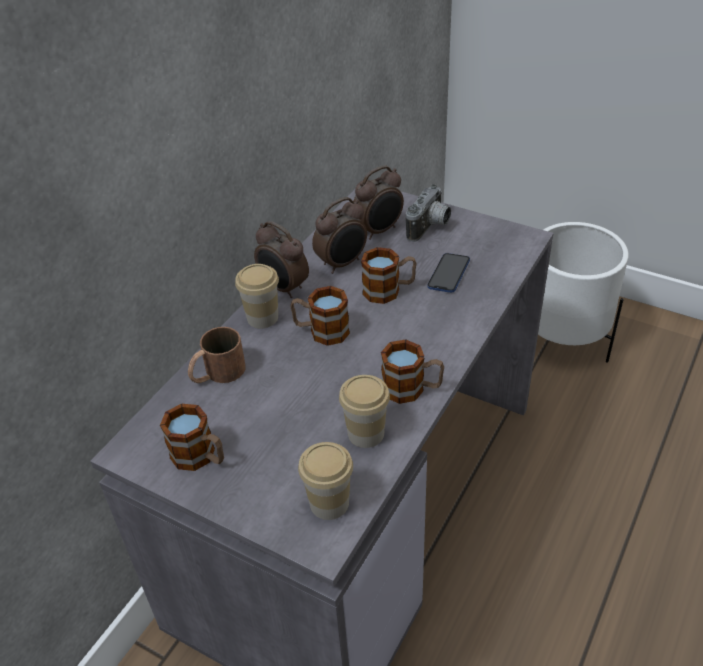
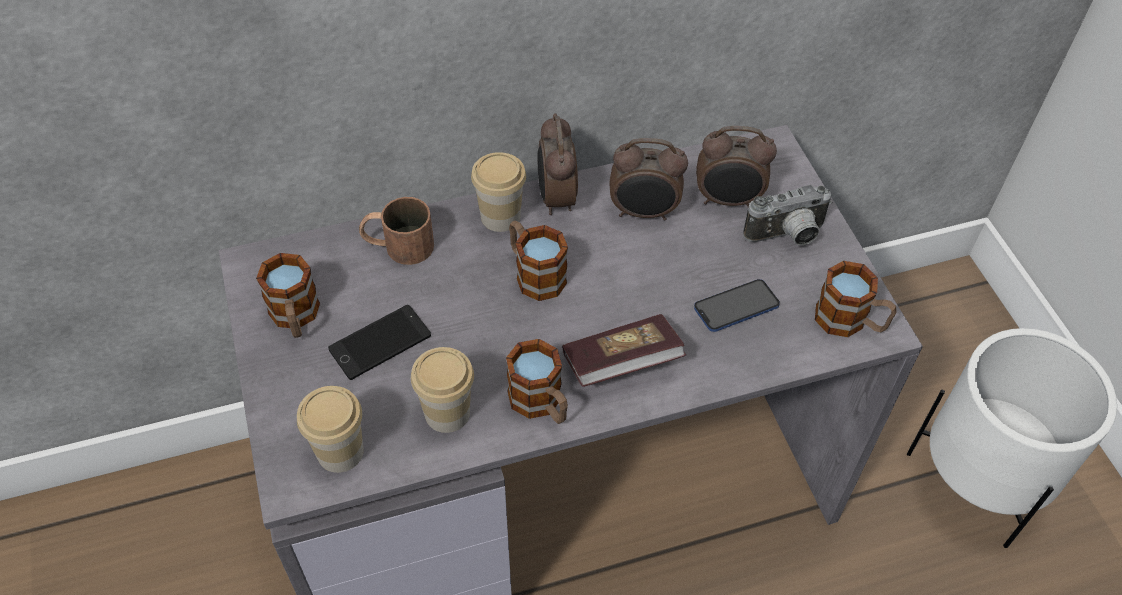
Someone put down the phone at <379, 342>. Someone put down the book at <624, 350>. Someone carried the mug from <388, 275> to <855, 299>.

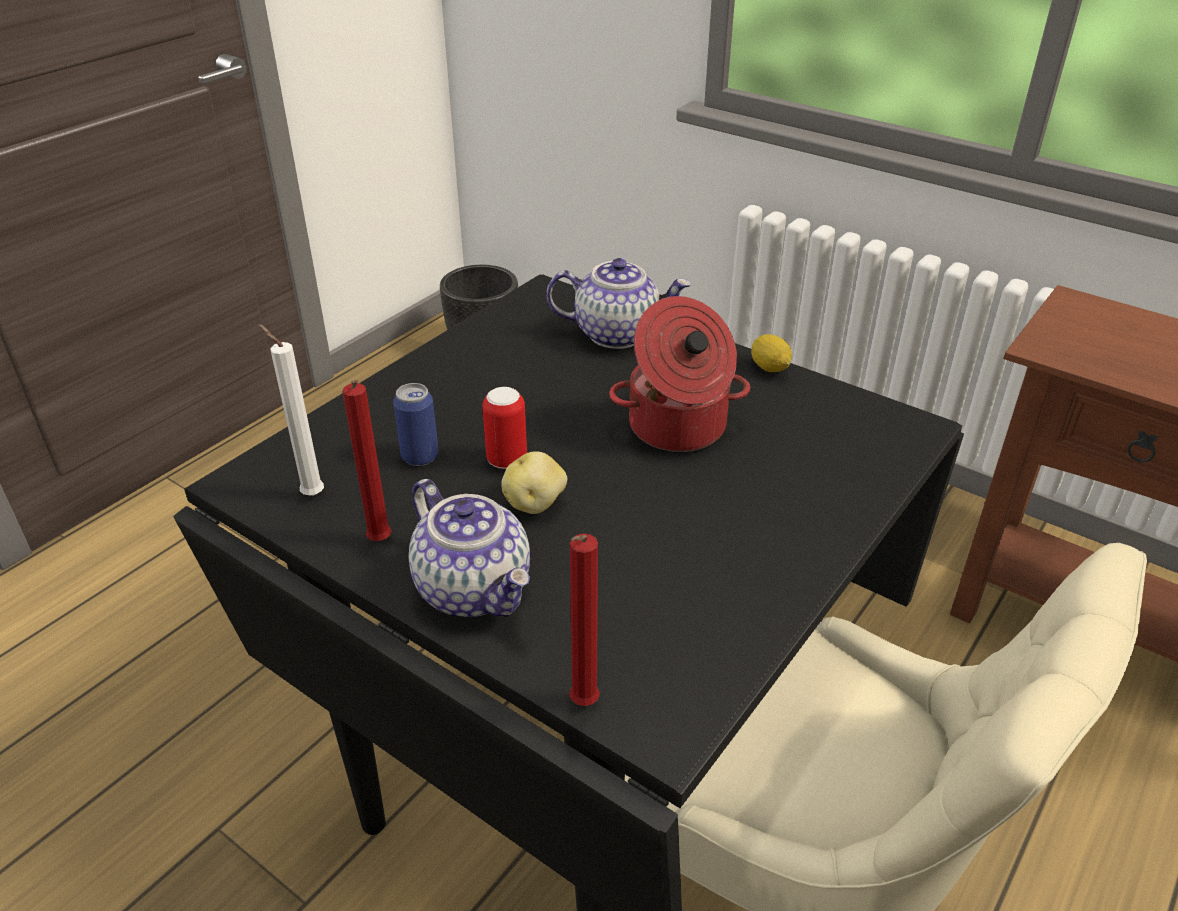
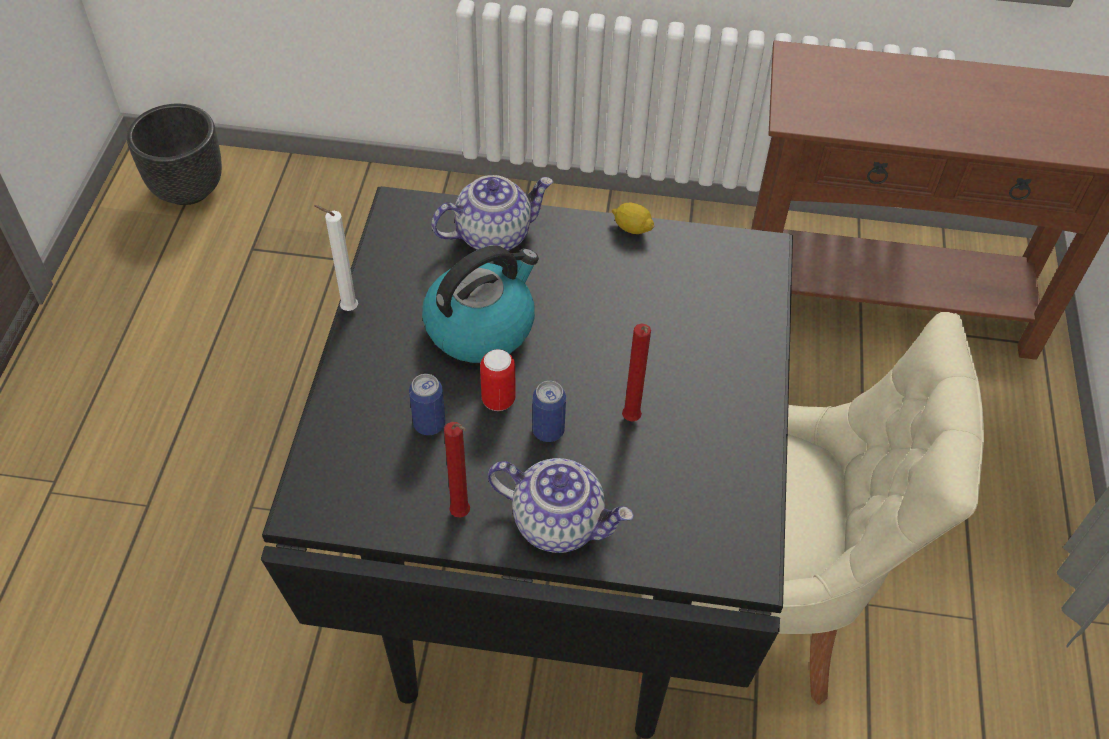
Someone took away the cooking pot at <679, 374>. Someone put down the kettle at <480, 304>. Someone carried the white candle from <291, 410> to <336, 258>. Someone carried the red candle from <584, 619> to <636, 373>. Someone swapped the potato at <534, 482> for the can at <549, 411>.

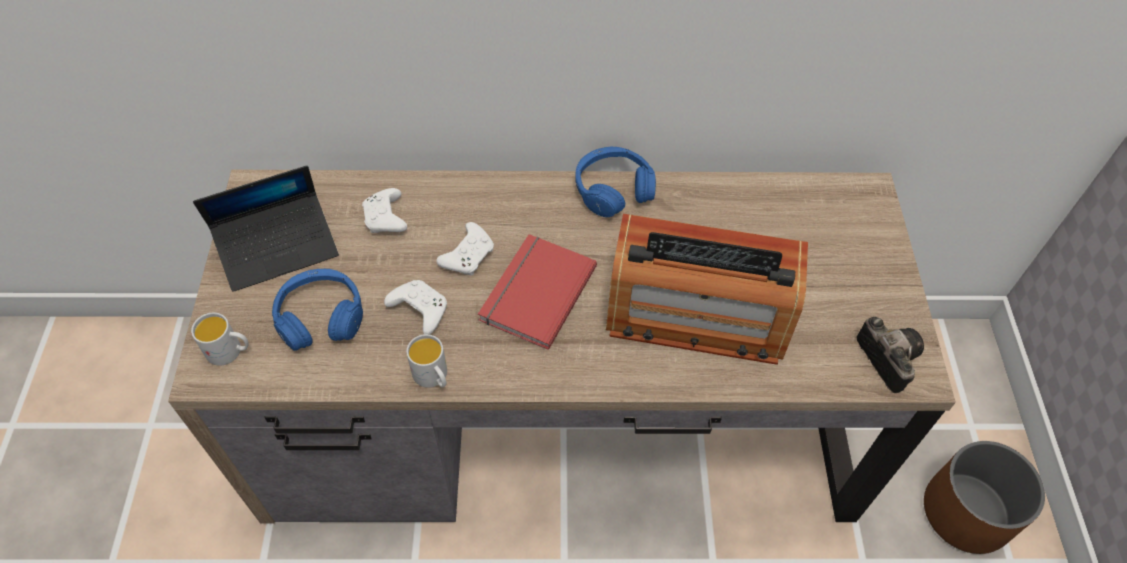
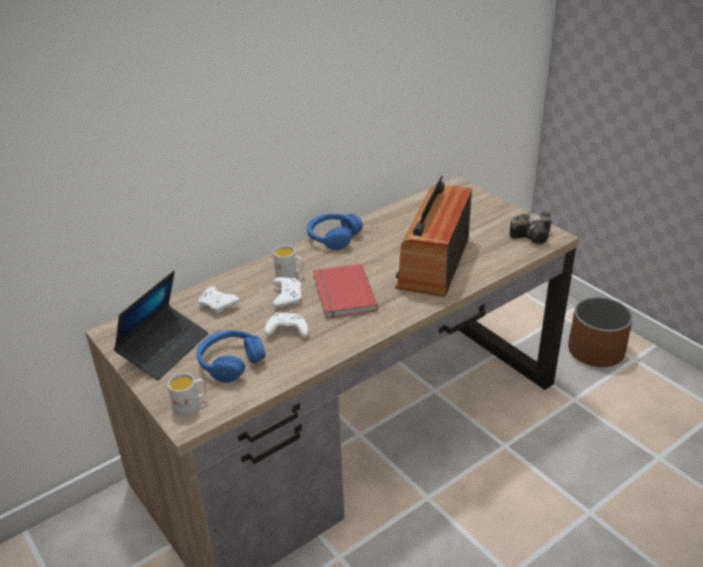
Someone carried the white mug from <426, 361> to <288, 262>. Someone rotated the radio at <707, 289> by 135 degrees clockwise. Someone rotated the photo camera at <890, 355> by 135 degrees clockwise.

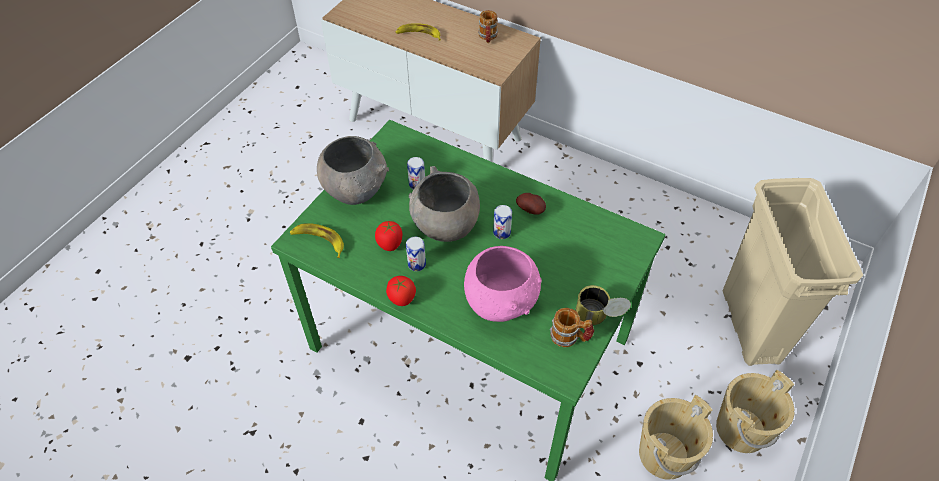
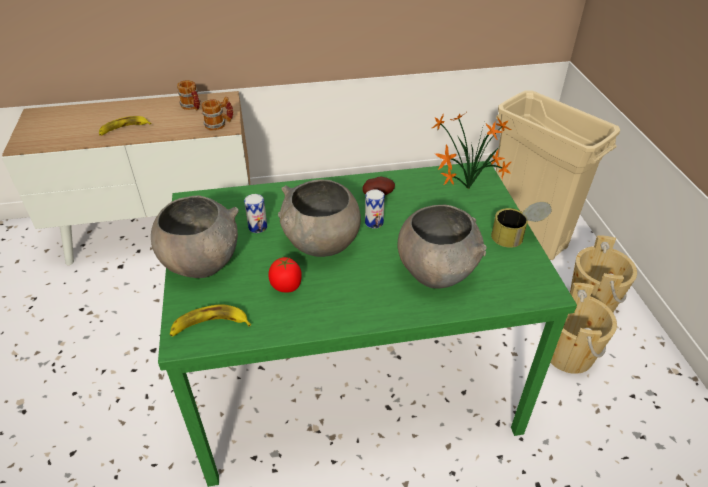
Someone took away the tomato at <401, 291>. Someone took away the can at <416, 254>. Someone put down the potted plant at <472, 150>. Someone carried the mug from <572, 327> to <217, 113>. Someone repainted the pink bowl at <503, 284>, which became the grey bowl at <442, 246>.

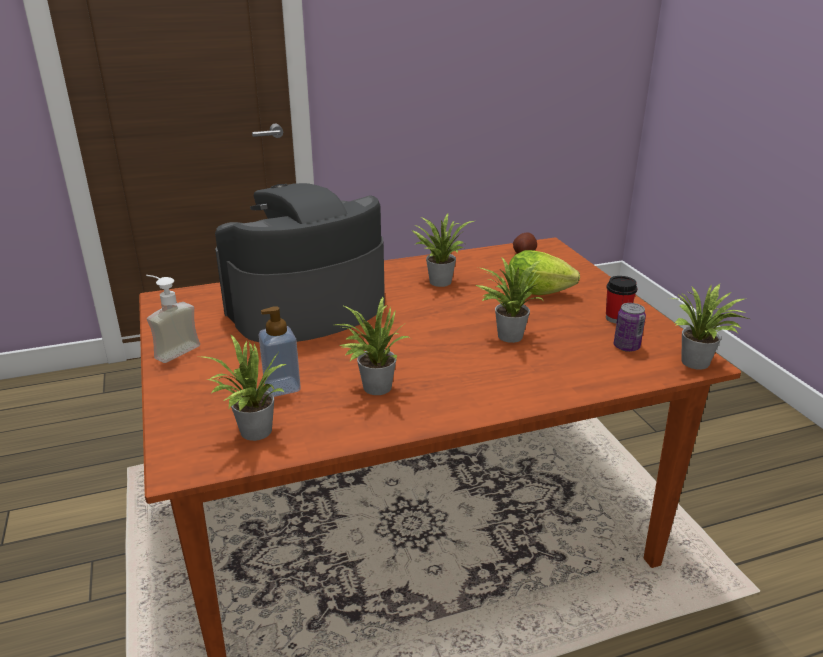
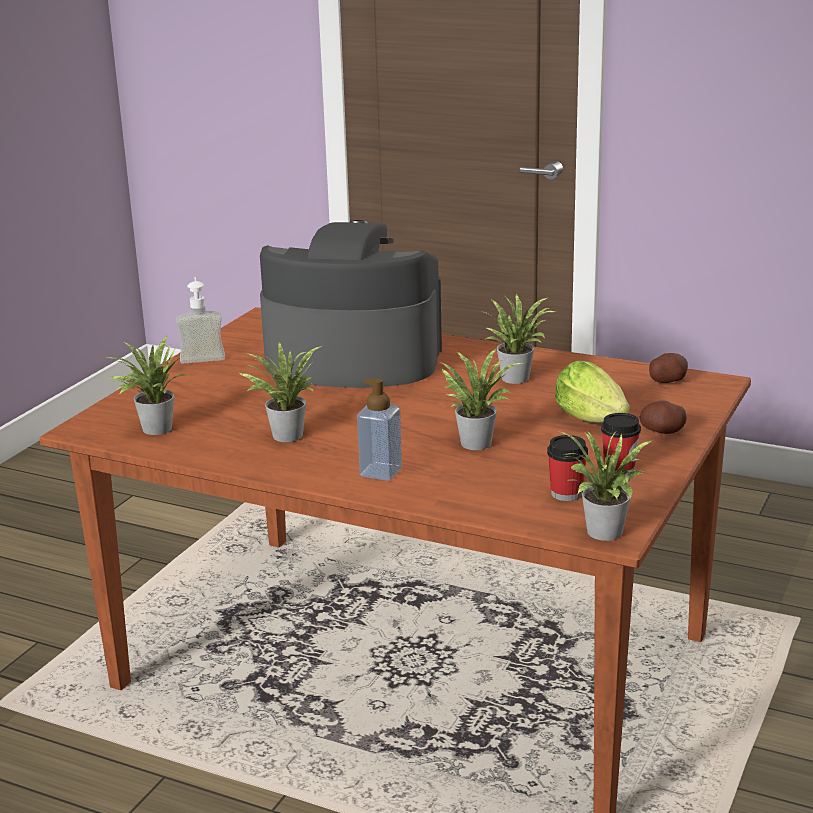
Someone put down the potato at <663, 417>. Someone carried the soap dispenser from <280, 351> to <379, 429>. Someone swapped the can at <630, 327> for the cup at <567, 468>.

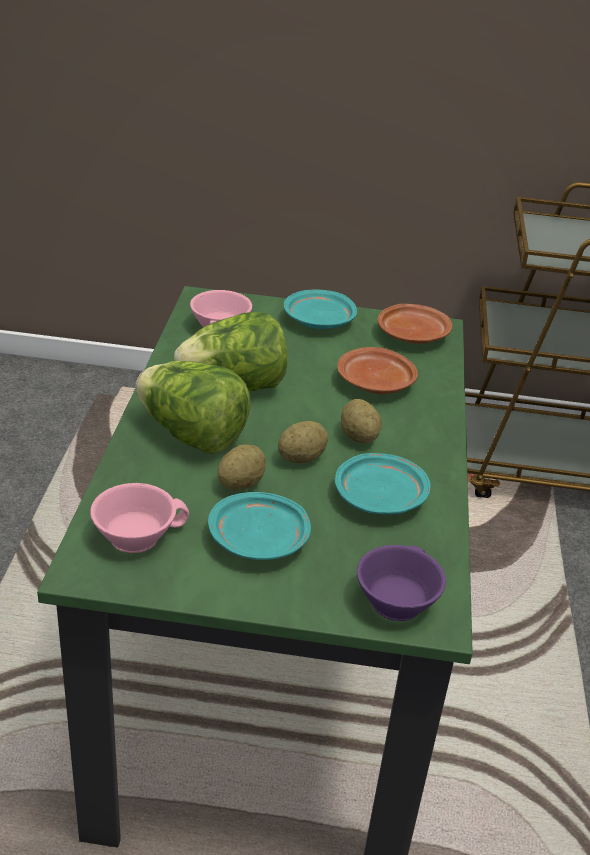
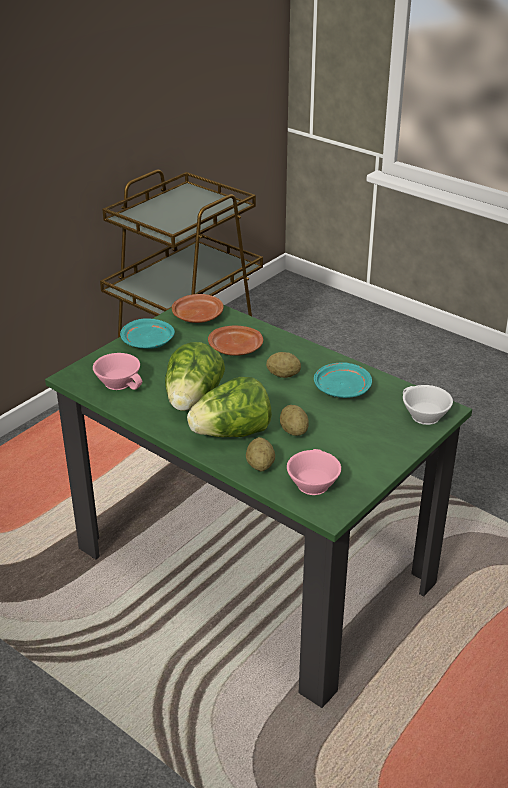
Someone took away the turquoise plate at <259, 526>. Someone carried the potato from <303, 442> to <260, 454>. Someone repainted the purple cup at <401, 583>, which became the white cup at <428, 405>.

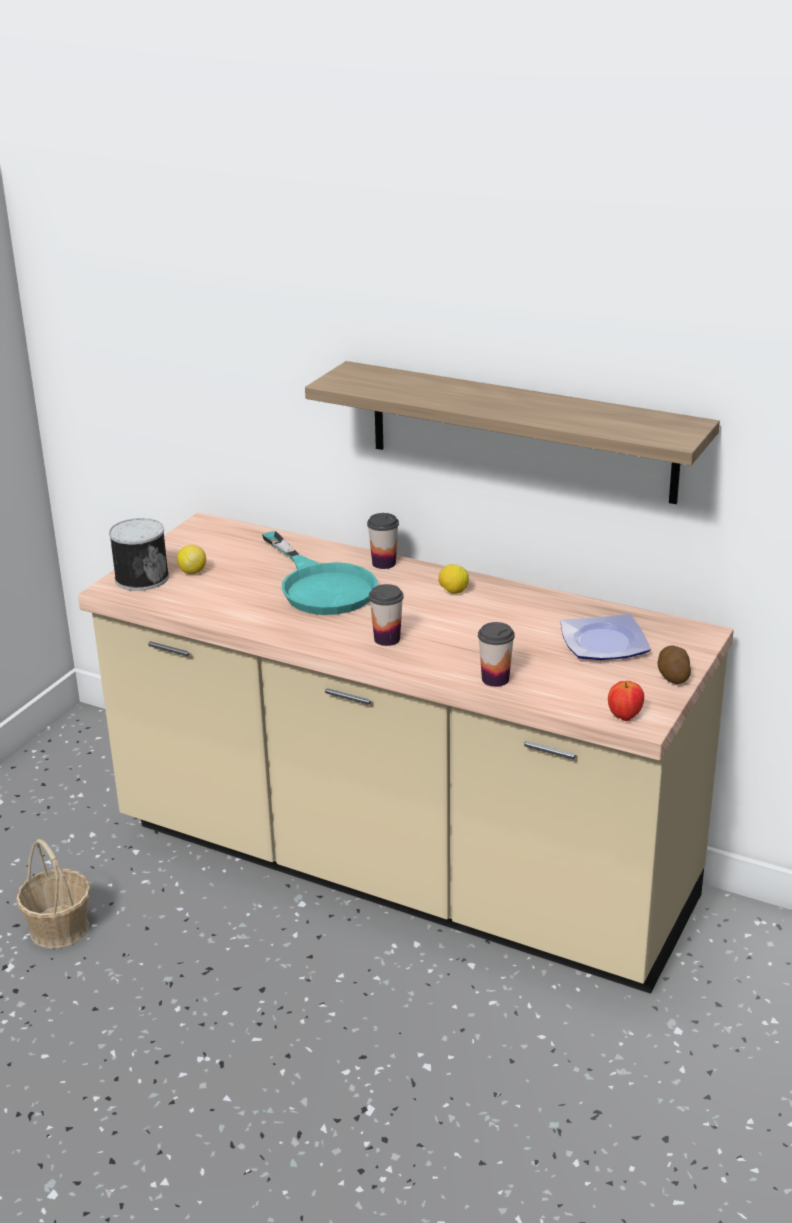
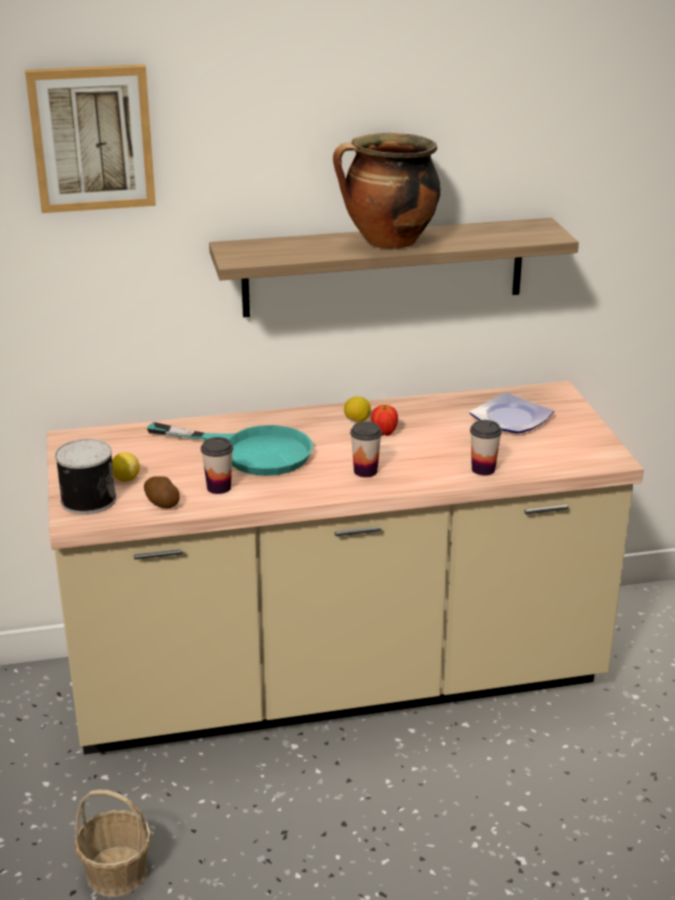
Someone put up the picture at <90, 138>. Someone put down the cooking pot at <387, 191>. Someone carried the cup from <383, 541> to <217, 465>. Someone carried the apple from <626, 701> to <384, 420>. Someone carried the potato from <674, 665> to <162, 492>.

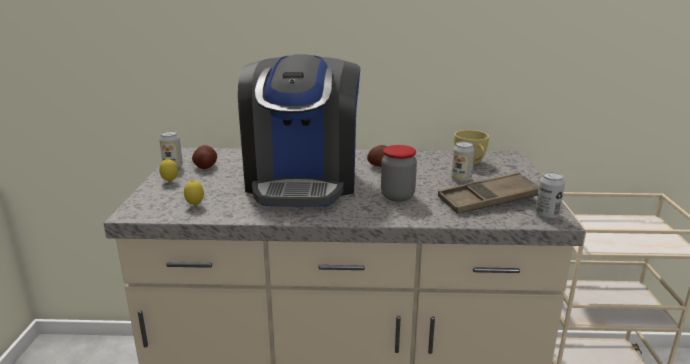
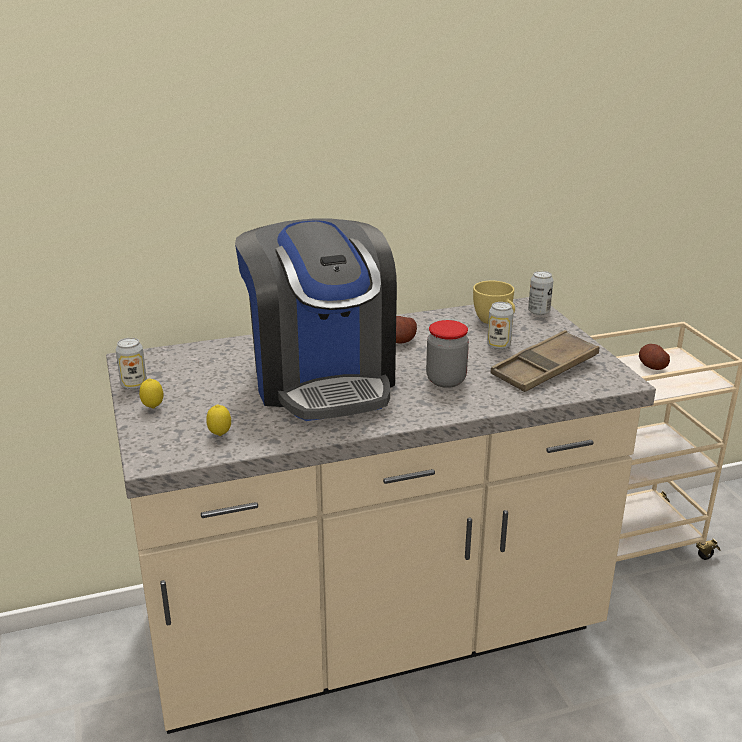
Someone carried the potato from <204, 157> to <654, 357>. Someone carried the can from <550, 195> to <540, 293>.

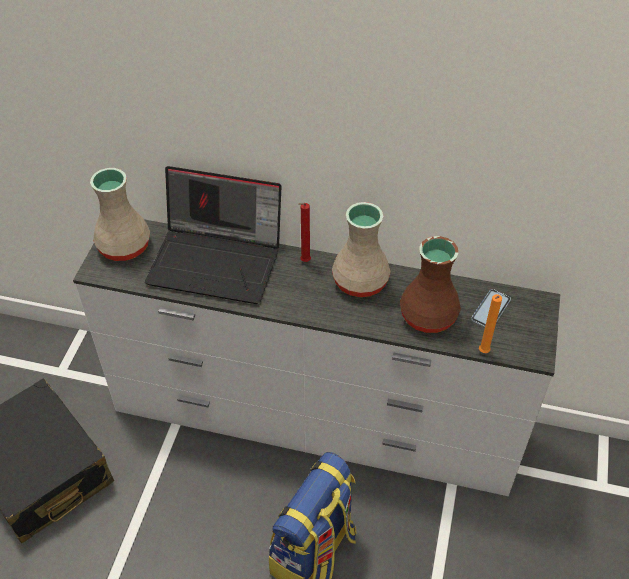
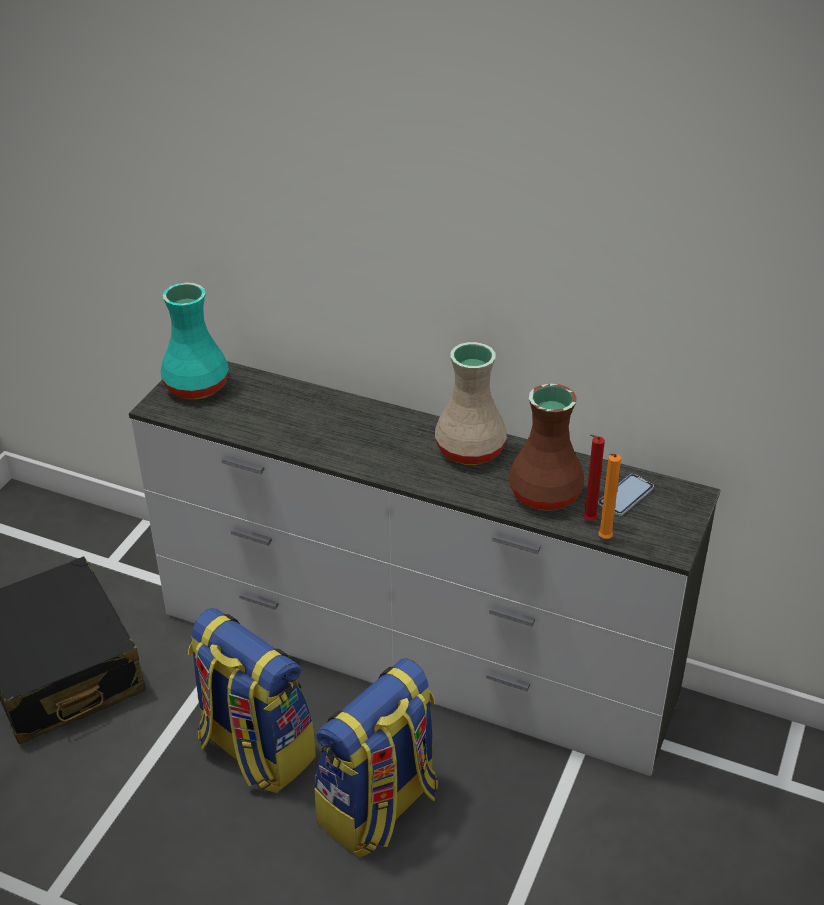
Someone took away the laptop at <213, 235>. Someone put down the backpack at <252, 700>. Someone carried the red candle from <305, 232> to <594, 477>. Someone repainted the beige vase at <120, 214>, which became the turquoise vase at <195, 340>.

